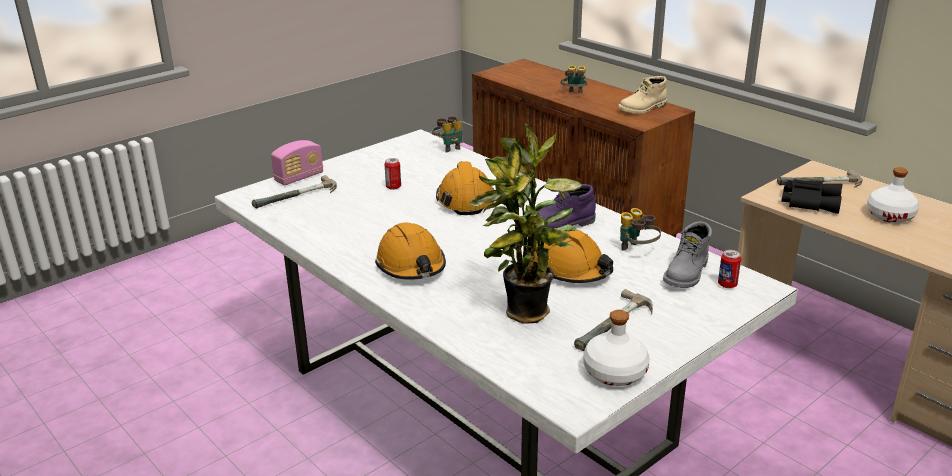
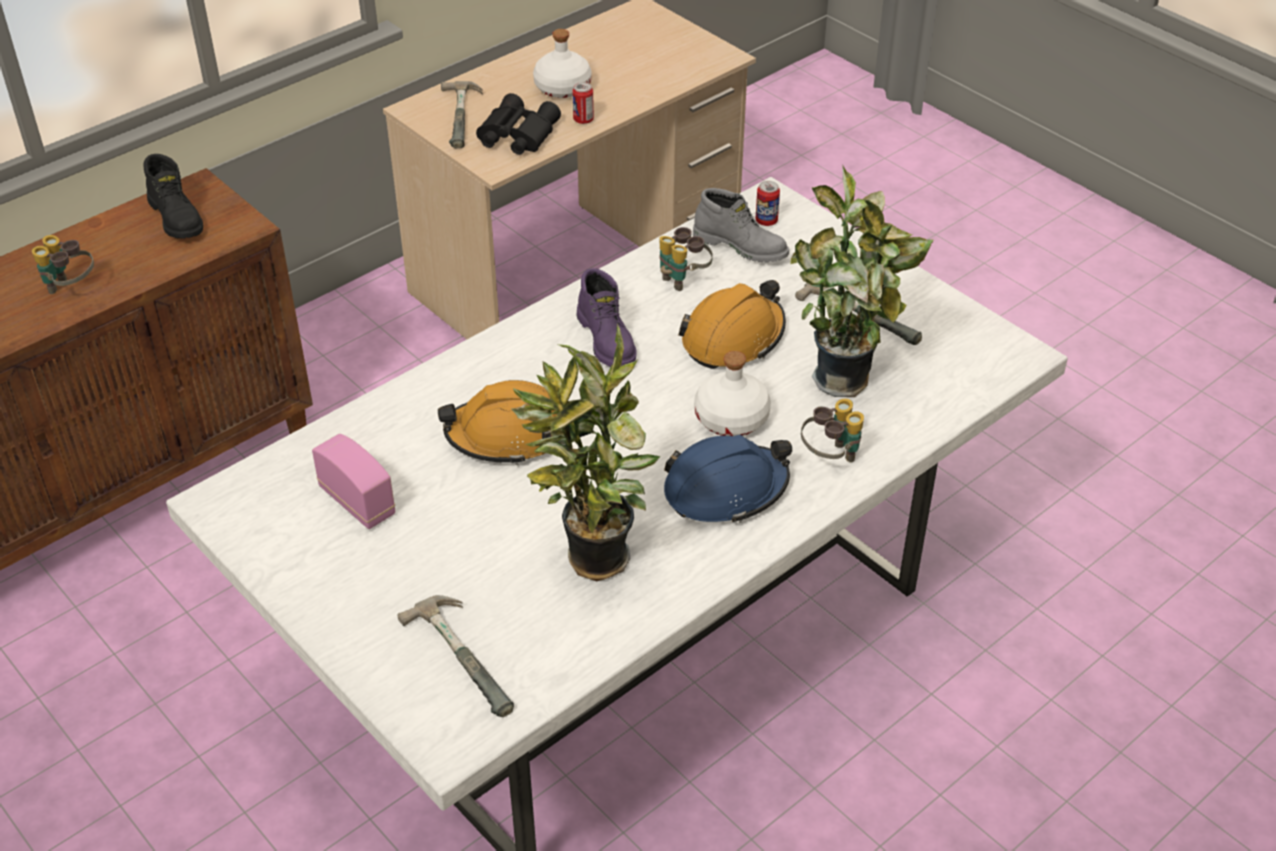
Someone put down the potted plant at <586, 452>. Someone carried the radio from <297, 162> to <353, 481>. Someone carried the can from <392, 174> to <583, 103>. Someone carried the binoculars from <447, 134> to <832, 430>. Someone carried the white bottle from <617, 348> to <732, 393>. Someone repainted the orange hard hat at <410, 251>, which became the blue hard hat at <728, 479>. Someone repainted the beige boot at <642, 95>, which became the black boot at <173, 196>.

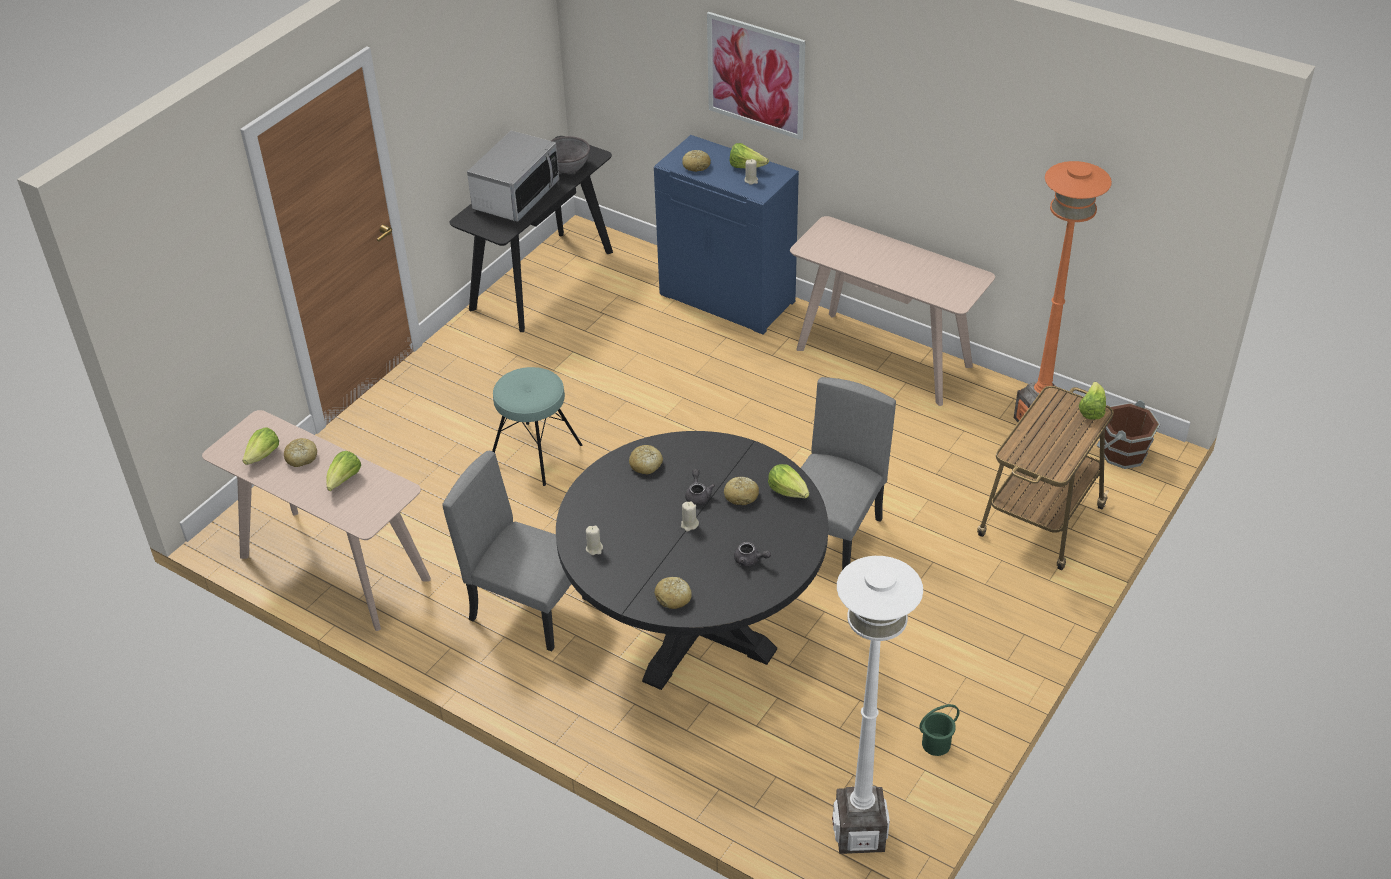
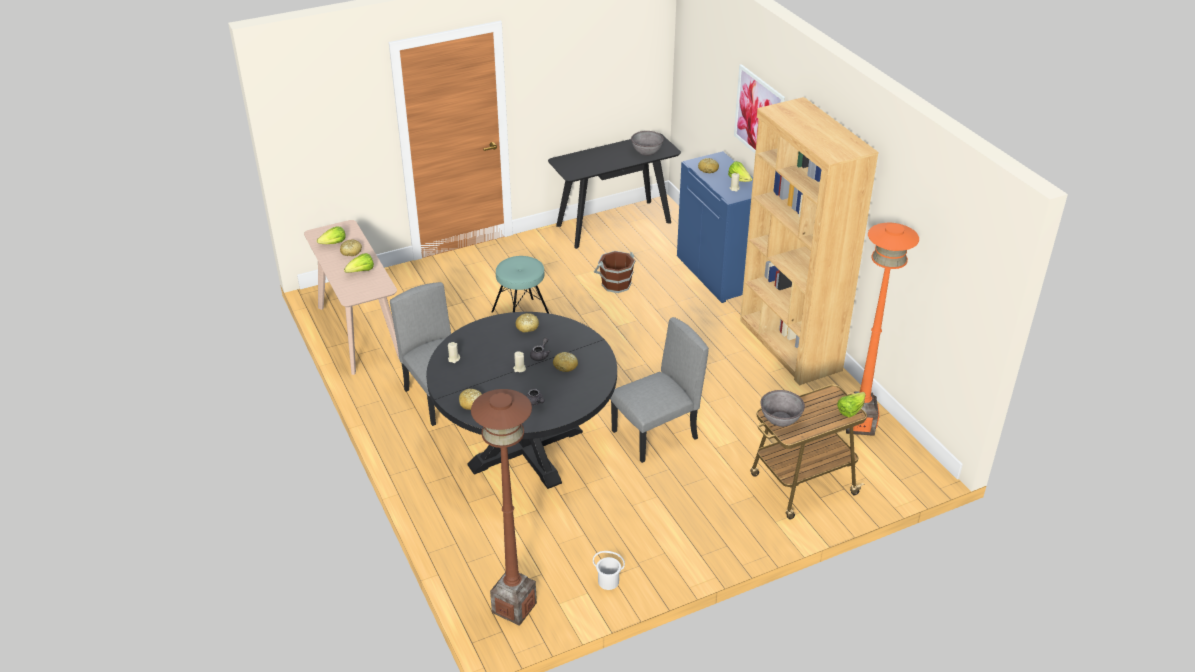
Someone took away the microwave at <513, 176>. Someone took away the lettuce at <788, 481>. Someone put down the grey bowl at <782, 408>. Someone carried the brown bucket from <1128, 434> to <615, 272>. Someone swapped the beige console table at <892, 311> for the brown bookcase at <809, 241>. Someone repainted the white floor lamp at <877, 705>, which became the brown floor lamp at <504, 507>. Someone repainted the green bucket at <939, 730>, which became the white bucket at <609, 570>.

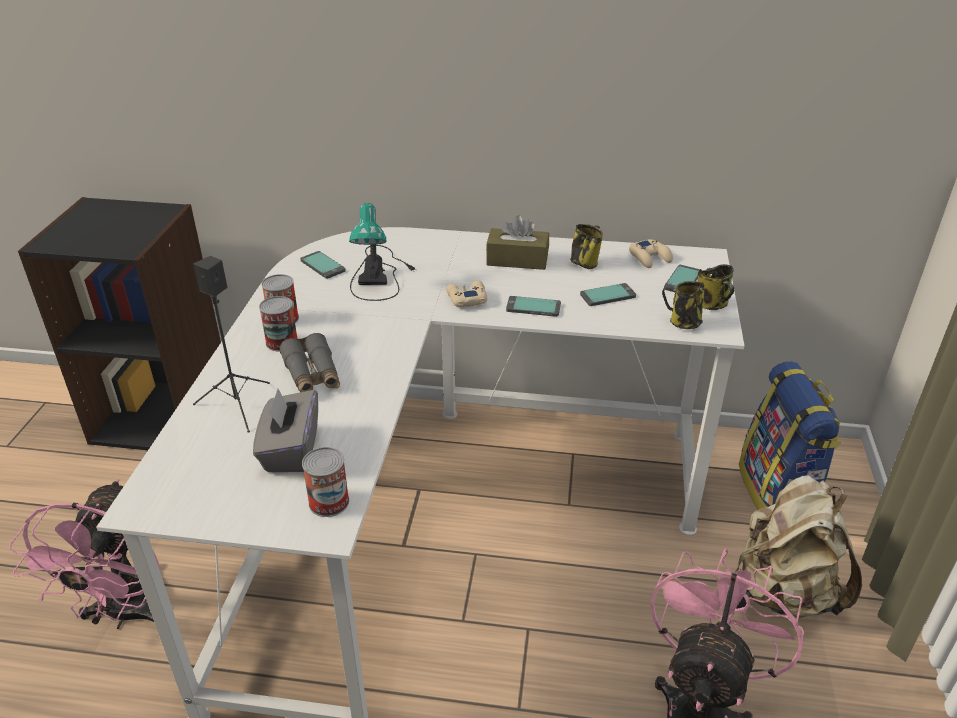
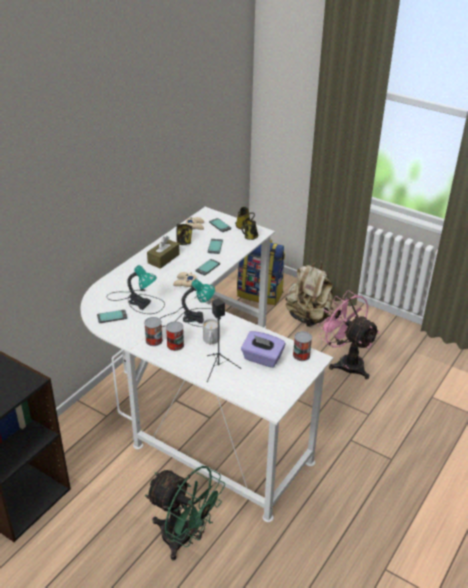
Someone put down the table lamp at <187, 303>. Someone swapped the grey binoculars at <309, 362> for the white mug at <211, 332>. Someone repainted the pink fan at <84, 554>, which became the green fan at <185, 513>. Someone repainted the grey tissue box at <285, 430>, which became the purple tissue box at <263, 349>.

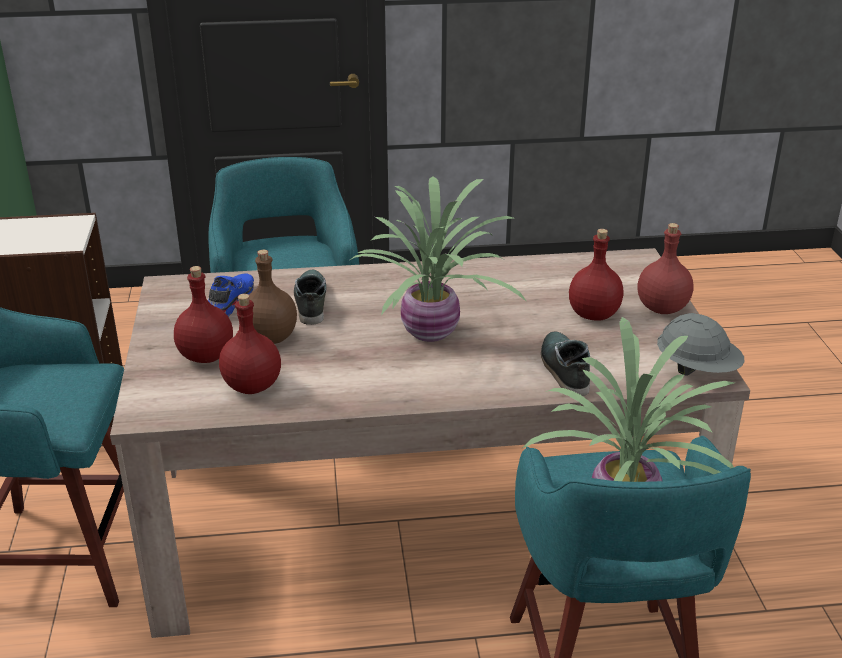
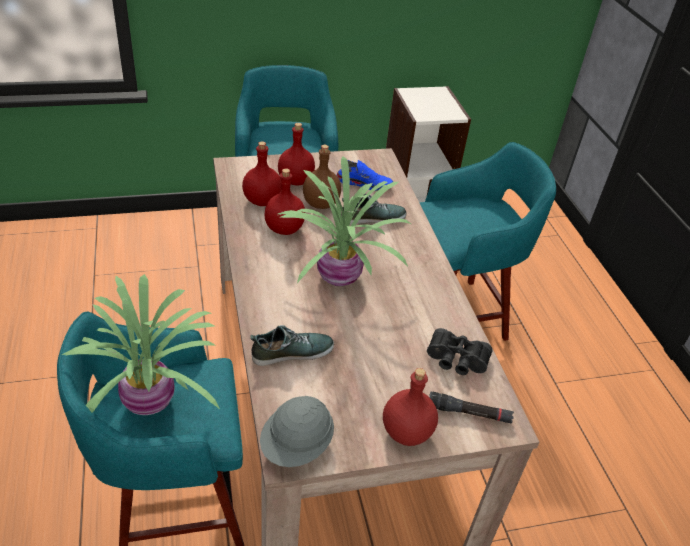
Someone put down the black binoculars at <460, 351>. Someone put down the black flashlight at <471, 407>. Someone carried the red bottle from <596, 275> to <284, 201>.

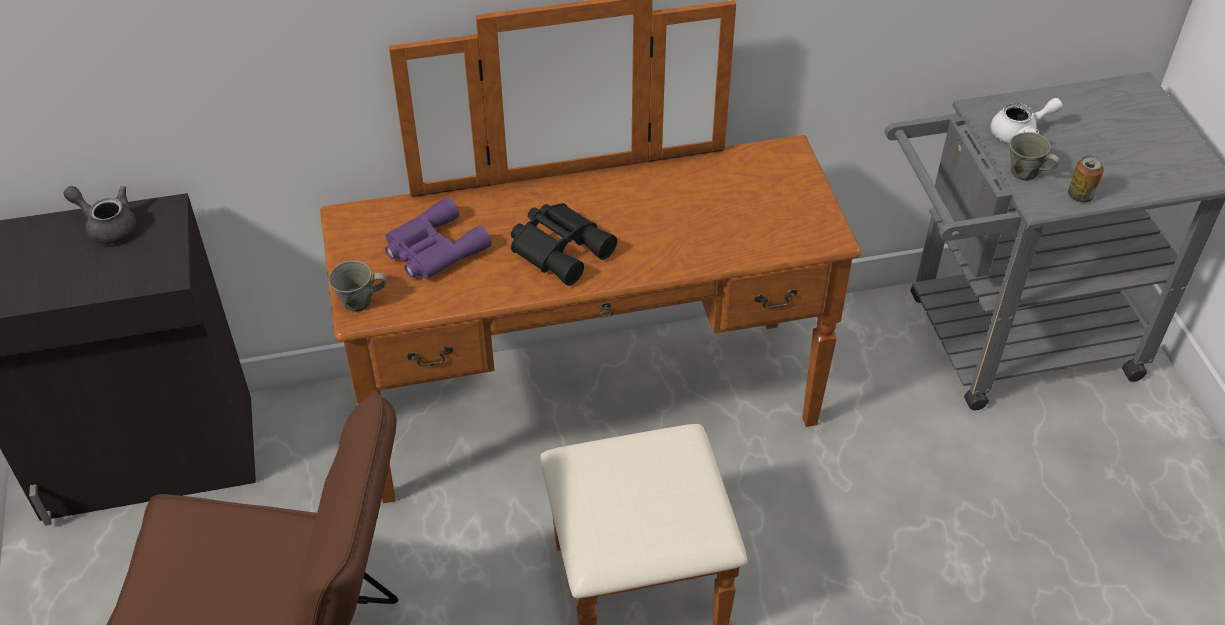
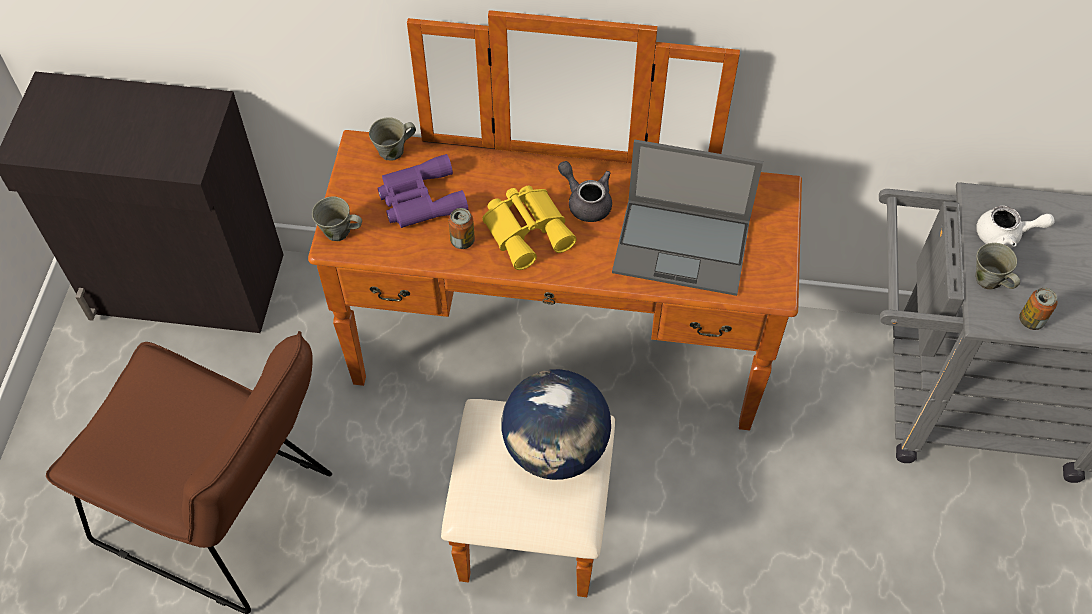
Someone put down the grey mug at <392, 138>. Someone put down the can at <462, 228>. Someone put down the globe at <556, 424>. Someone put down the laptop at <687, 218>. Someone carried the grey teapot from <100, 215> to <585, 191>. Someone repainted the black binoculars at <564, 244>, which became the yellow binoculars at <530, 228>.

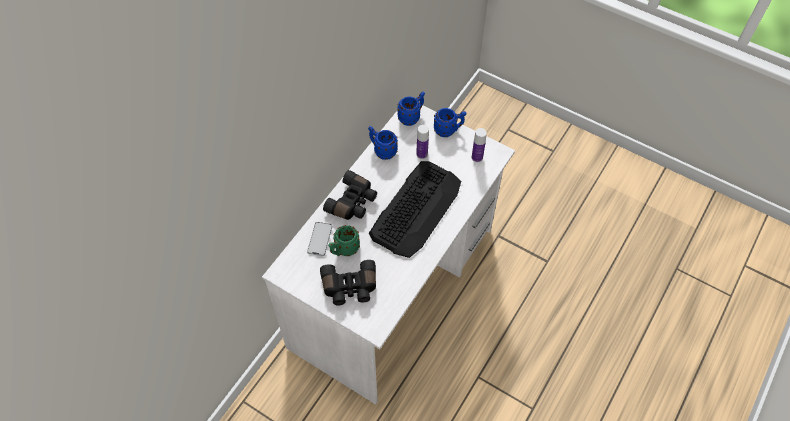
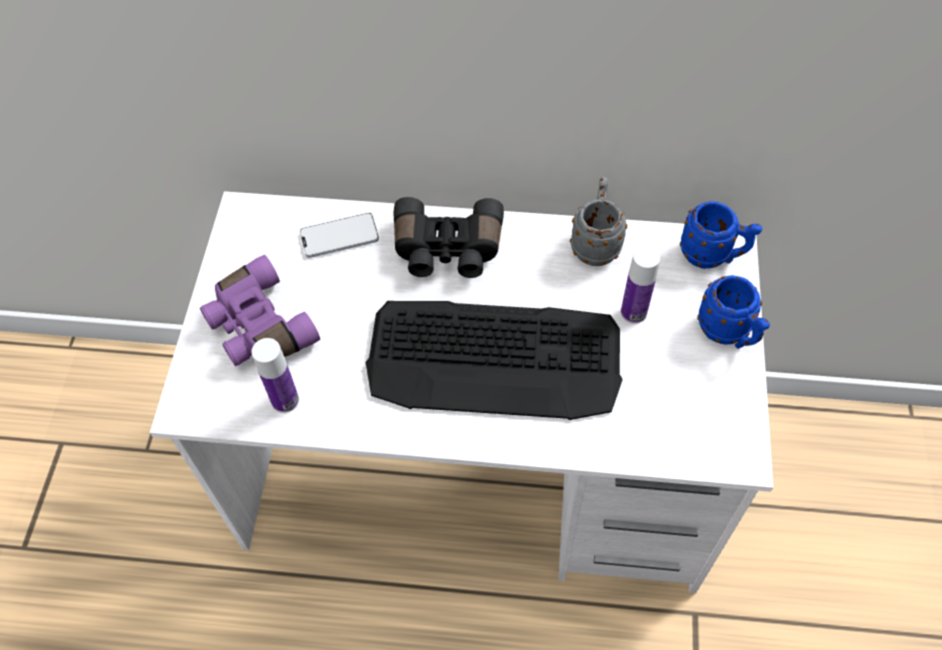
Someone took away the green mug at <344, 240>. Someone carried the bottle from <479, 145> to <275, 375>. Someone repainted the black binoculars at <348, 282>, which became the purple binoculars at <260, 310>. Someone repainted the blue mug at <383, 143>, which became the grey mug at <598, 221>.

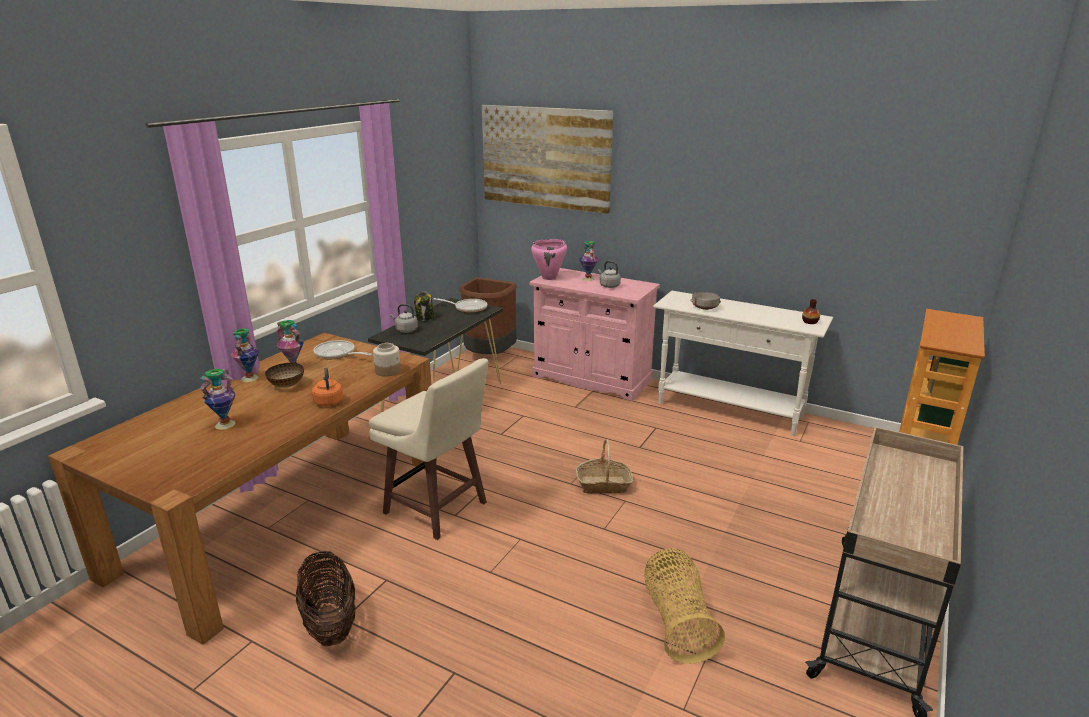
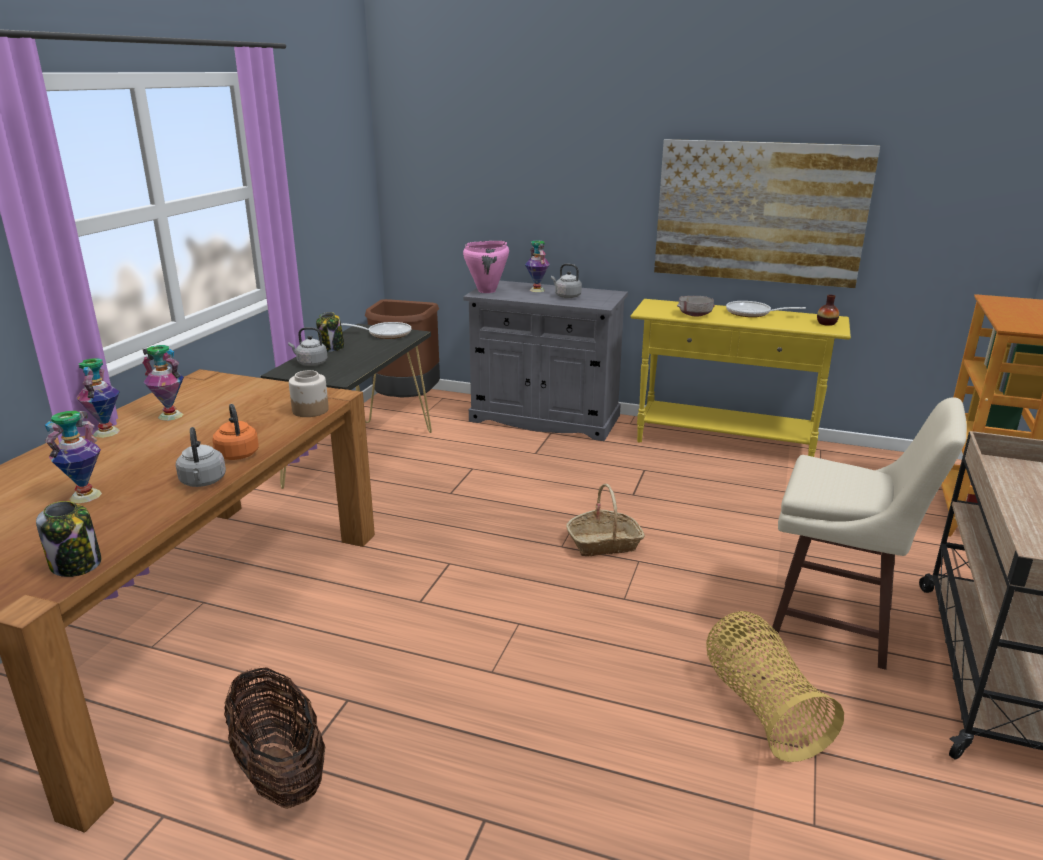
Someone took away the bowl at <284, 375>. Someone put down the jar at <68, 539>. Someone put down the grey kettle at <201, 457>. Someone carried the frying pan from <342, 349> to <766, 309>. Someone carried the beige stool from <428, 449> to <868, 533>. Someone carried the picture from <547, 159> to <767, 213>. Someone repainted the pink cabinet at <595, 334>, which became the grey cabinet at <545, 361>. Someone repainted the white console table at <743, 363>, which became the yellow console table at <740, 378>.

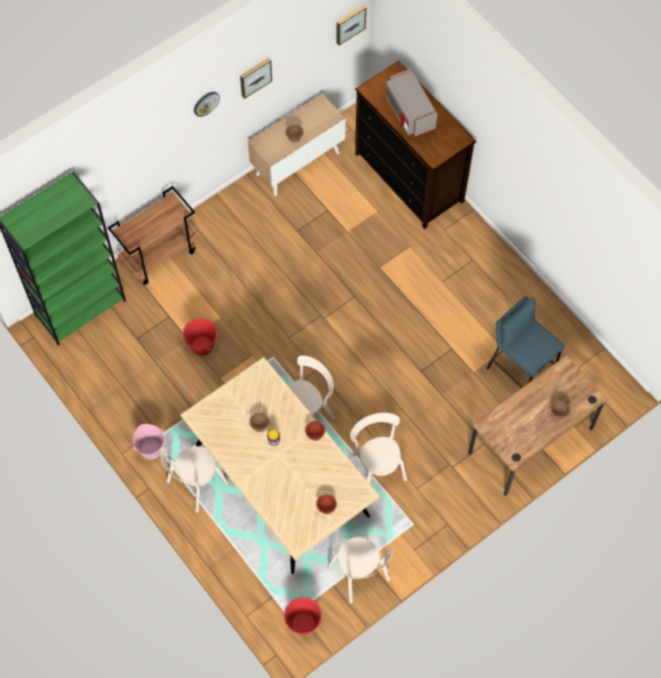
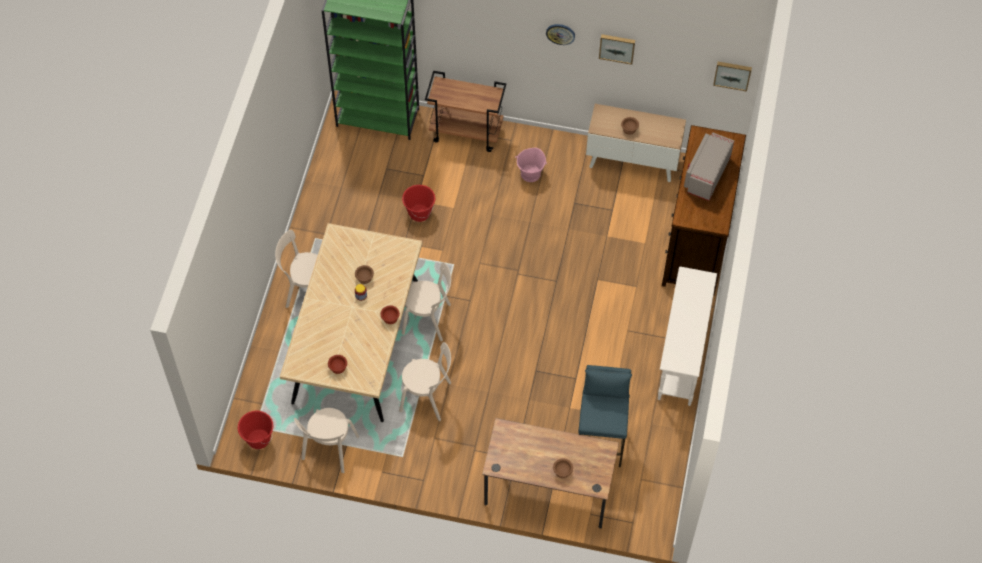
Someone put down the white console table at <687, 336>. Someone carried the pink bucket from <148, 442> to <531, 165>. Someone rotated the beige chair at <378, 448> by 75 degrees clockwise.

